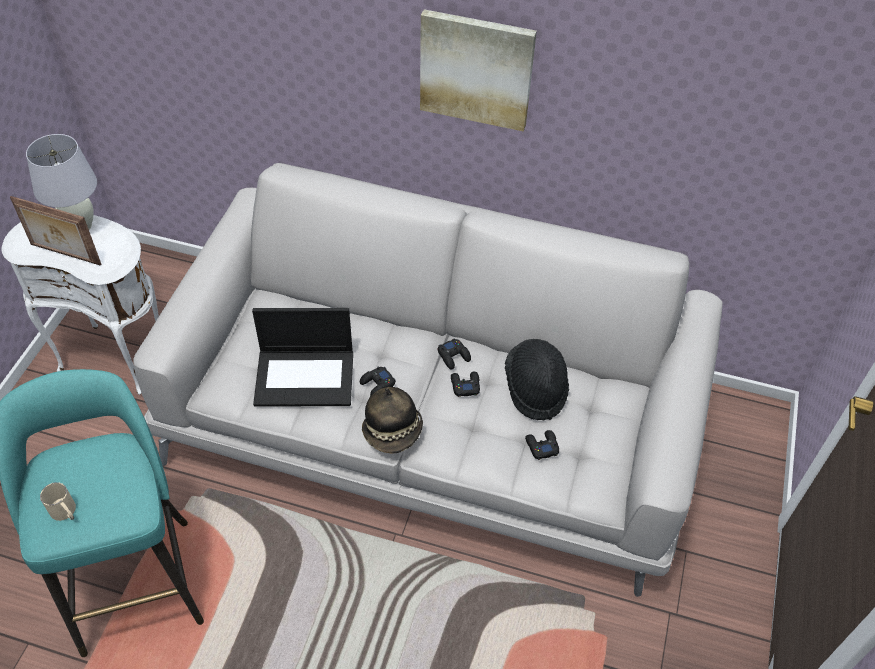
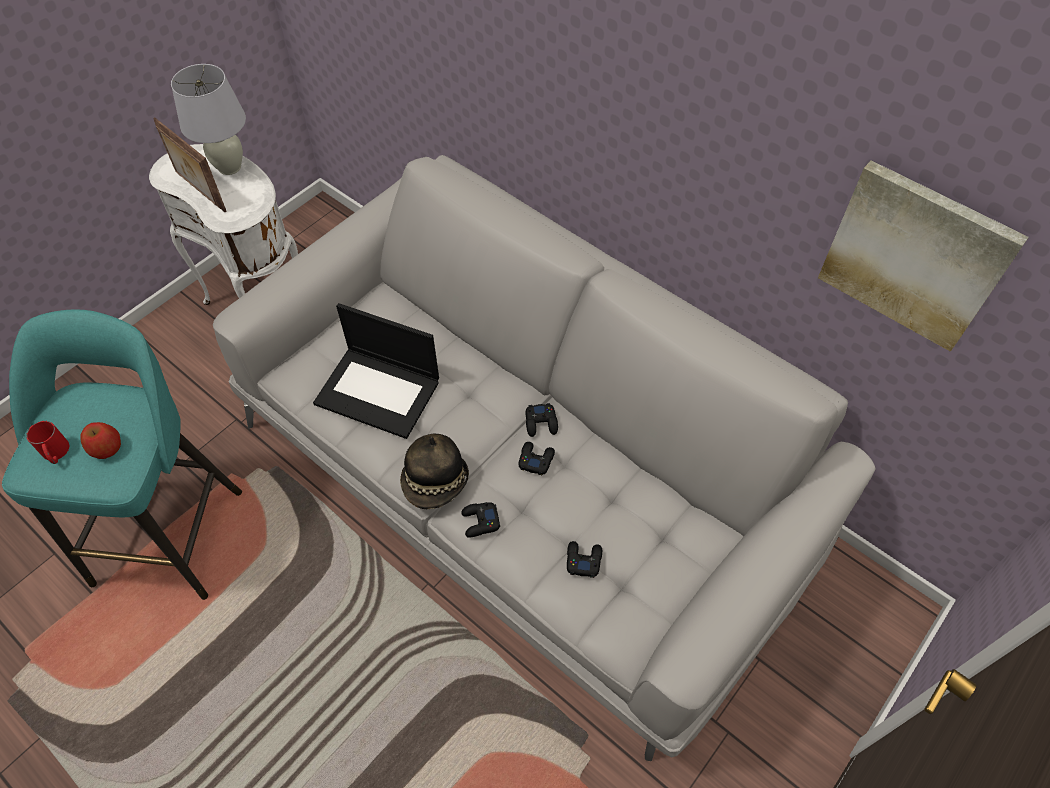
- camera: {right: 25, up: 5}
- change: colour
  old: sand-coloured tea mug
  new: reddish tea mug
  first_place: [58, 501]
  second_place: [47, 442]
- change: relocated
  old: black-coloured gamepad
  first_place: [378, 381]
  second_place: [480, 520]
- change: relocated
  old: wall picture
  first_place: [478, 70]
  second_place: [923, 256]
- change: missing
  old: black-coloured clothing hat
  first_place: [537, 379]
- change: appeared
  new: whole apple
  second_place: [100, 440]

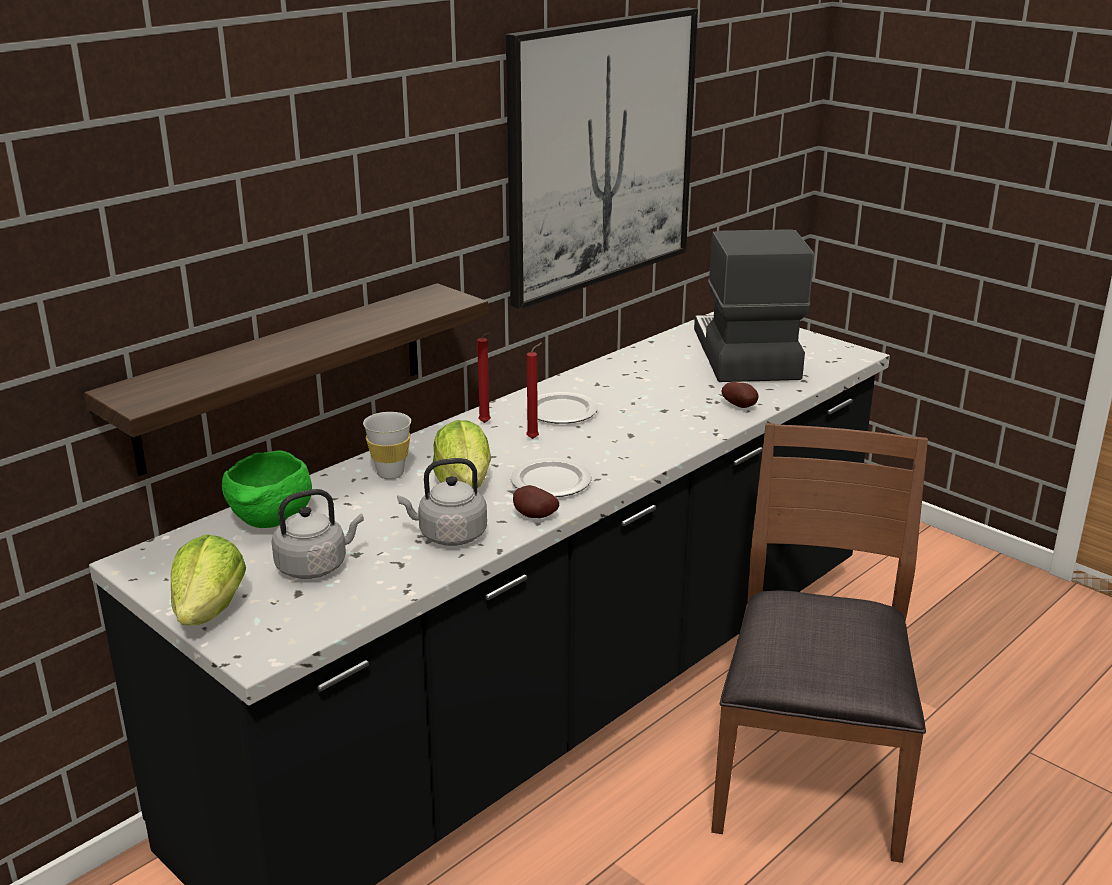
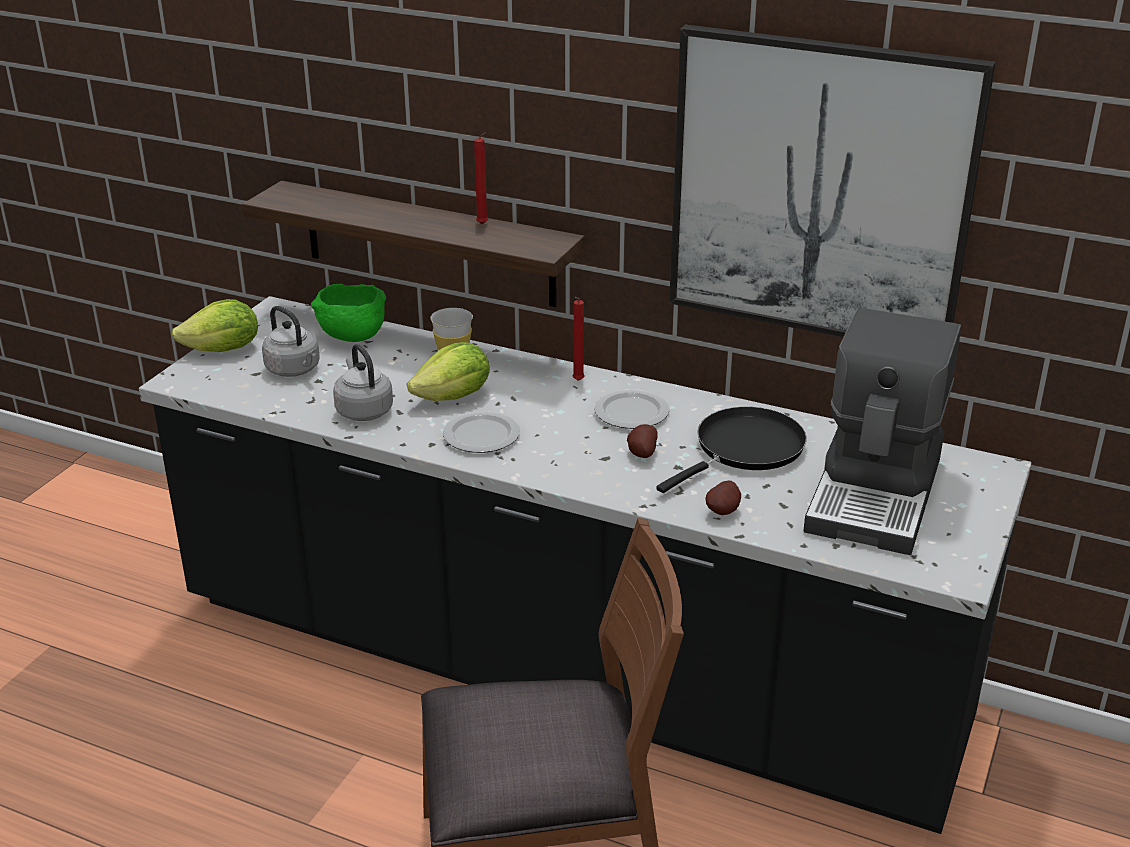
- camera: {right: 70, up: 5}
- change: relocated
  old: whole potato
  first_place: [536, 501]
  second_place: [642, 441]
- change: relocated
  old: reddish wax light
  first_place: [534, 391]
  second_place: [481, 178]
- change: spun
  old: coffee maker
  first_place: [754, 305]
  second_place: [882, 431]
  degrees: 135
- change: appeared
  new: black-coloured frying pan
  second_place: [731, 450]

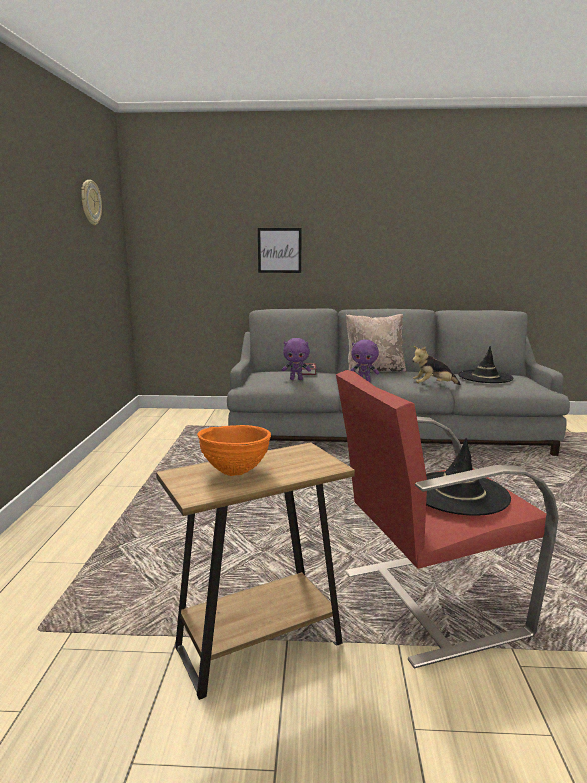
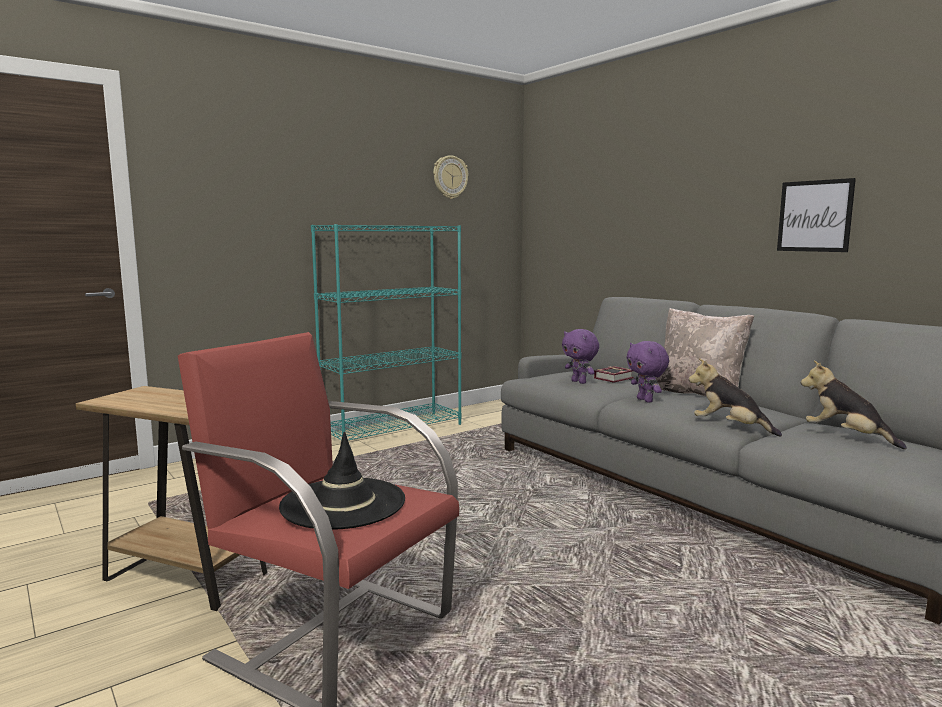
- camera: {right: 50, up: -5}
- change: missing
  old: orangey serving bowl
  first_place: [234, 450]
- change: relocated
  old: wall picture
  first_place: [280, 250]
  second_place: [816, 215]
- change: exchanged
  old: black-coloured clothing hat
  new: cuddly toy
  first_place: [486, 364]
  second_place: [854, 405]
- change: appeared
  new: blue-green bookcase
  second_place: [386, 332]

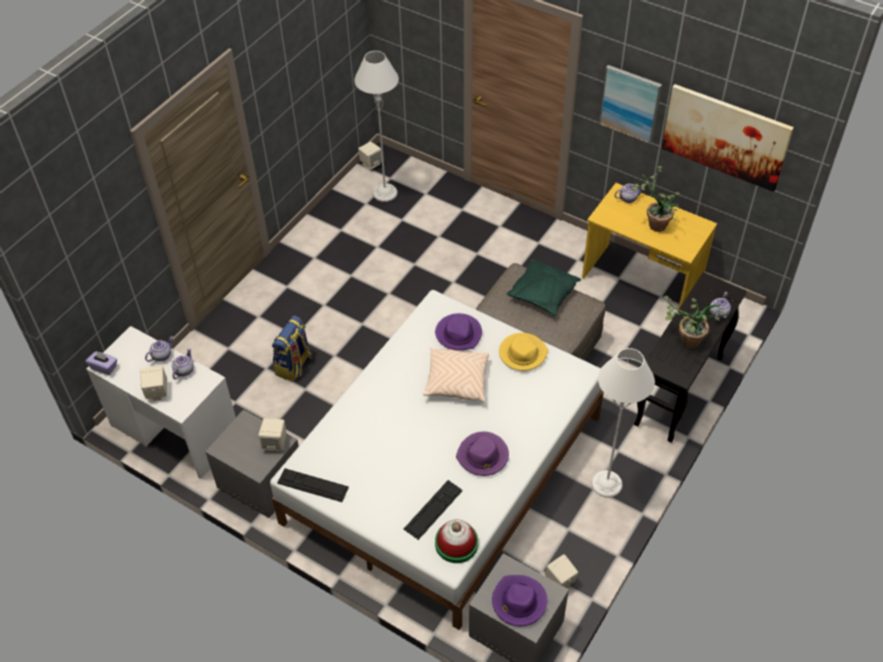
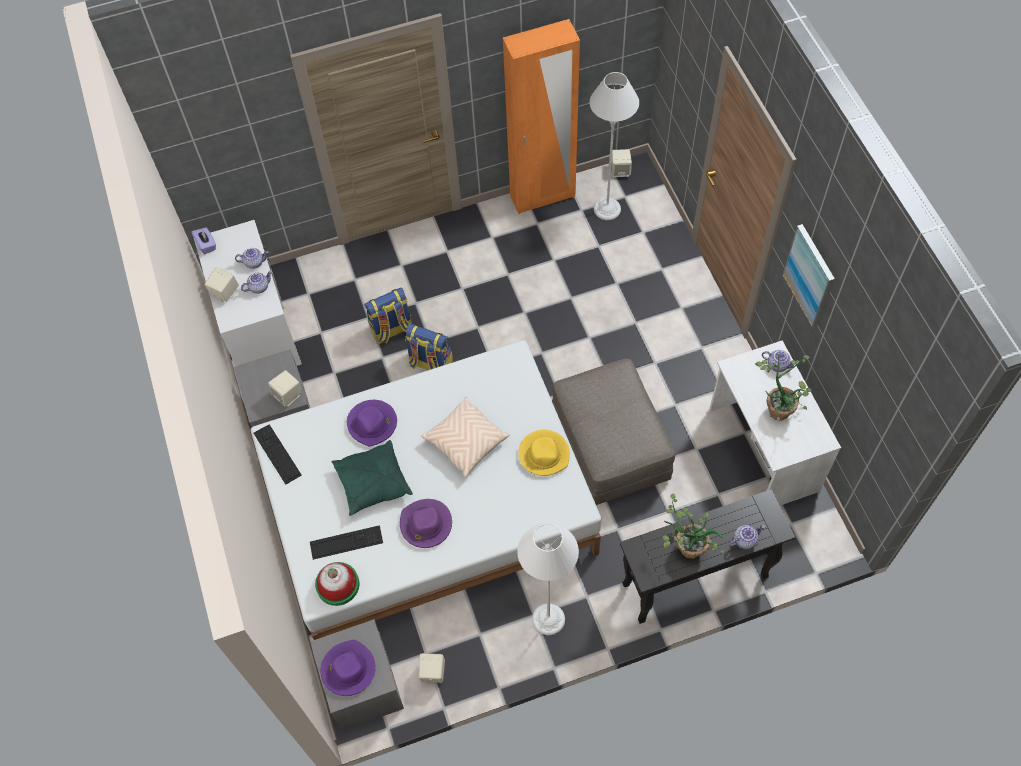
- camera: {right: 40, up: 10}
- change: relocated
  old: purplish clothing hat
  first_place: [458, 331]
  second_place: [372, 423]
- change: relocated
  old: green cushion
  first_place: [543, 287]
  second_place: [372, 478]
- change: colour
  old: yellow desk table
  new: white desk table
  first_place: [649, 246]
  second_place: [775, 423]
- change: missing
  old: wall picture
  first_place: [727, 138]
- change: appeared
  new: rucksack
  second_place: [429, 346]
- change: appeared
  new: orangey clothes cupboard
  second_place: [541, 116]

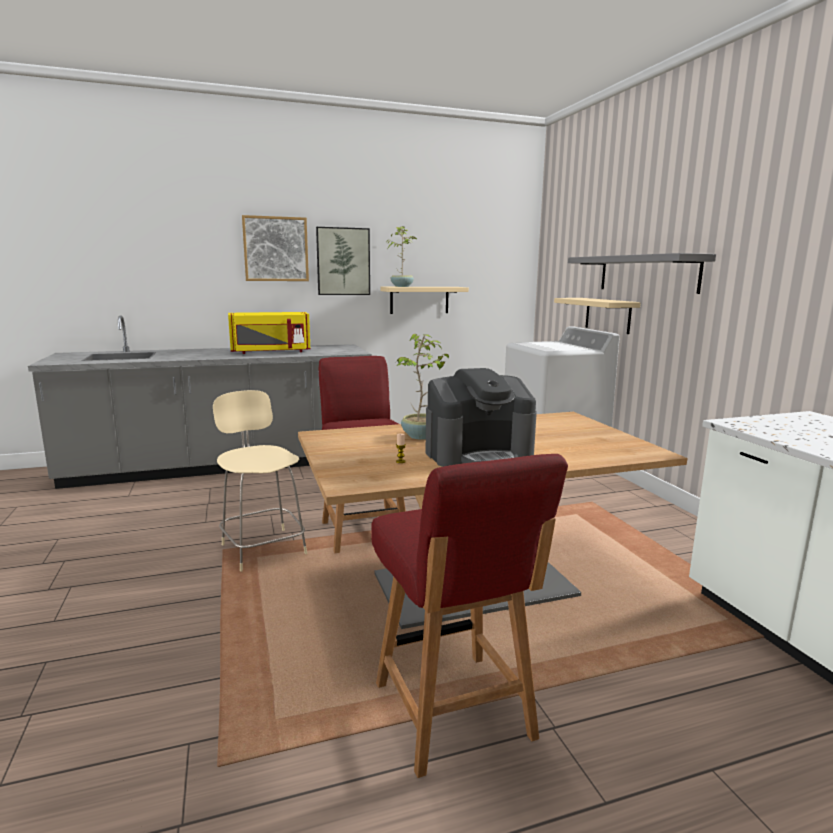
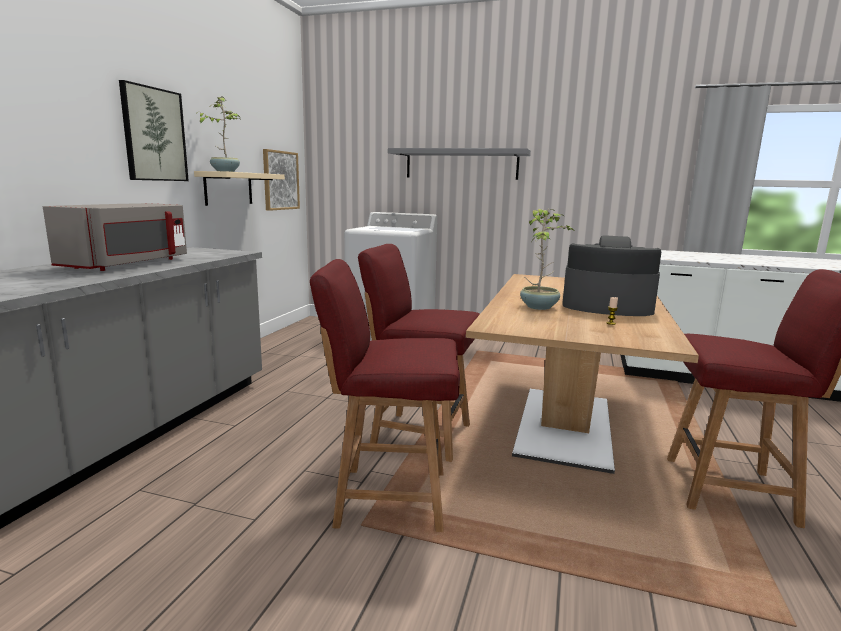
- camera: {right: -55, up: 0}
- change: exchanged
  old: sand-coloured sitting stool
  new: reddish upright chair
  first_place: [260, 481]
  second_place: [385, 395]
- change: colour
  old: yellow microwave oven
  new: grey microwave oven
  first_place: [269, 333]
  second_place: [115, 237]
- change: relocated
  old: wall picture
  first_place: [275, 248]
  second_place: [281, 180]
- change: spun
  old: coffee maker
  first_place: [481, 417]
  second_place: [611, 275]
  degrees: -90
- change: missing
  old: sand-coloured wall shelf
  first_place: [597, 316]

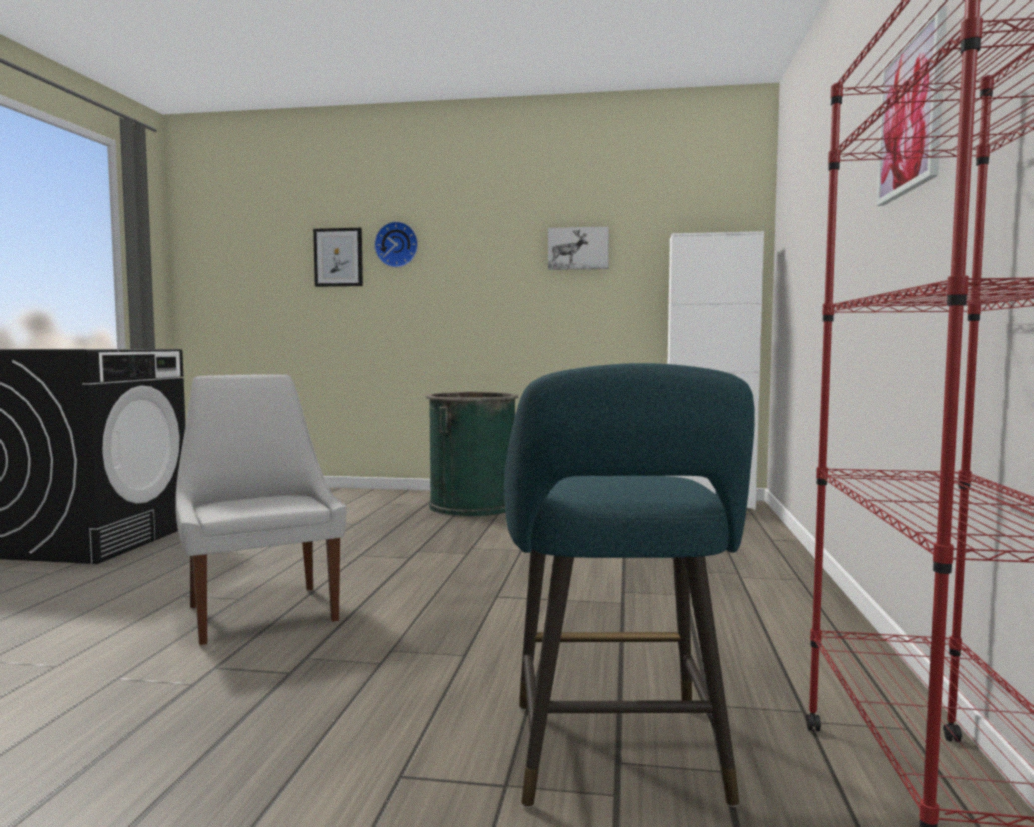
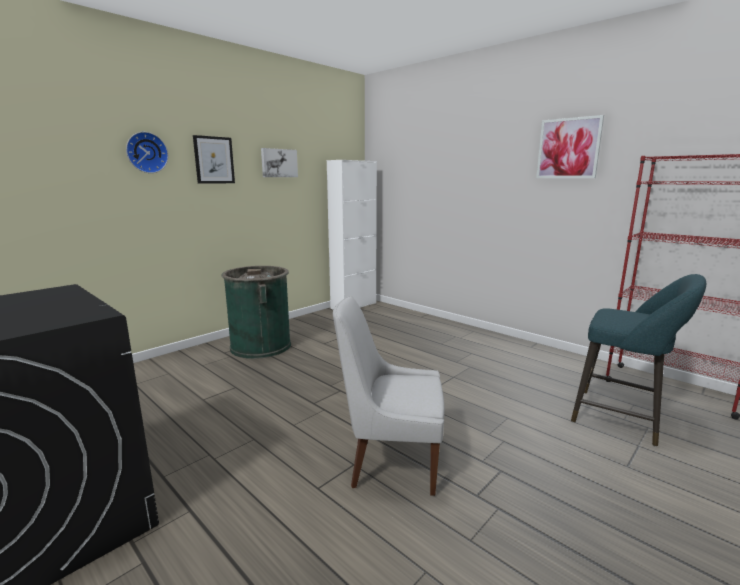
- camera: {right: -55, up: 10}
- change: relocated
  old: wall picture
  first_place: [338, 257]
  second_place: [214, 159]

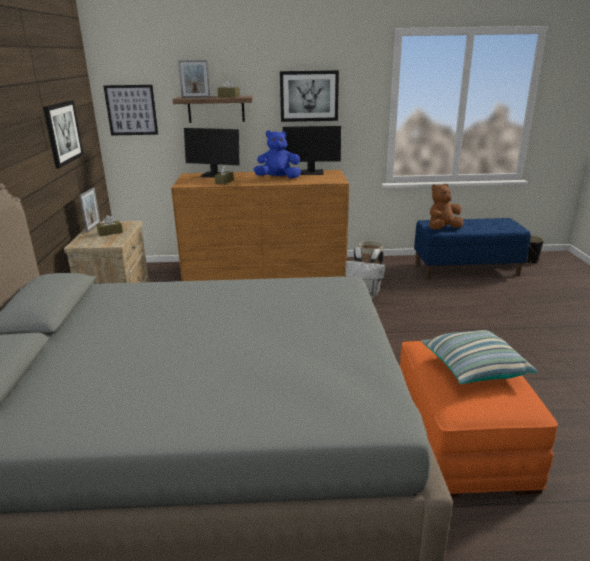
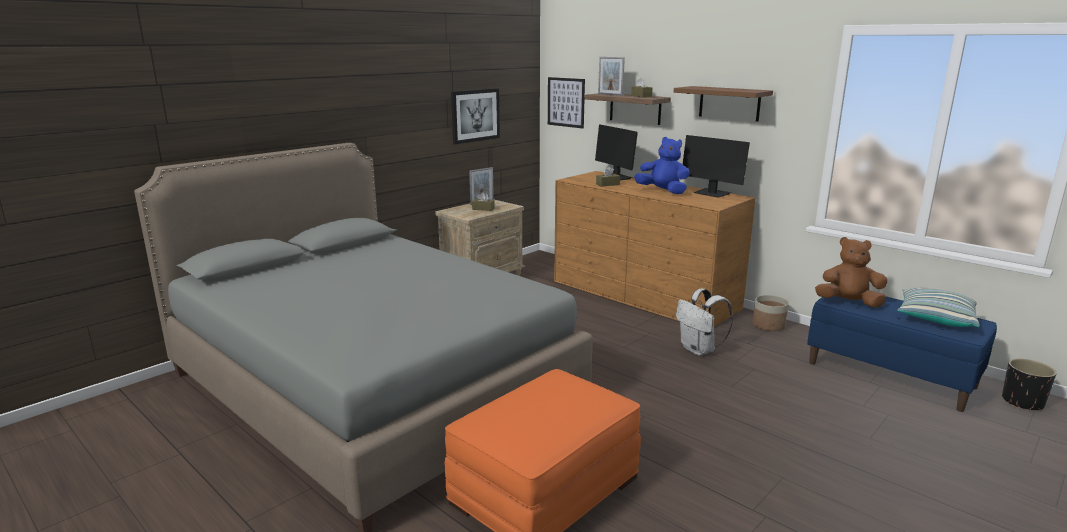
- camera: {right: 45, up: -5}
- change: exchanged
  old: wall picture
  new: brown wall shelf
  first_place: [309, 96]
  second_place: [723, 104]
- change: relocated
  old: cushion
  first_place: [479, 357]
  second_place: [938, 307]

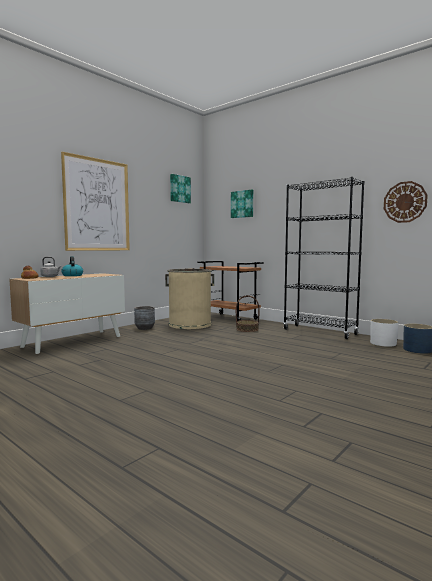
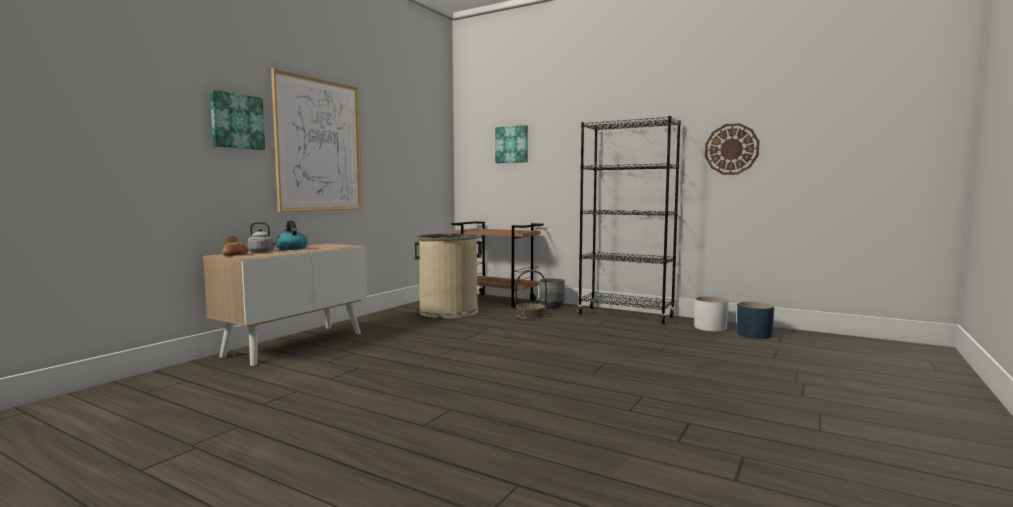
- camera: {right: -10, up: 0}
- change: relocated
  old: grey plant pot
  first_place: [144, 318]
  second_place: [552, 293]
- change: relocated
  old: wall picture
  first_place: [180, 188]
  second_place: [237, 120]

